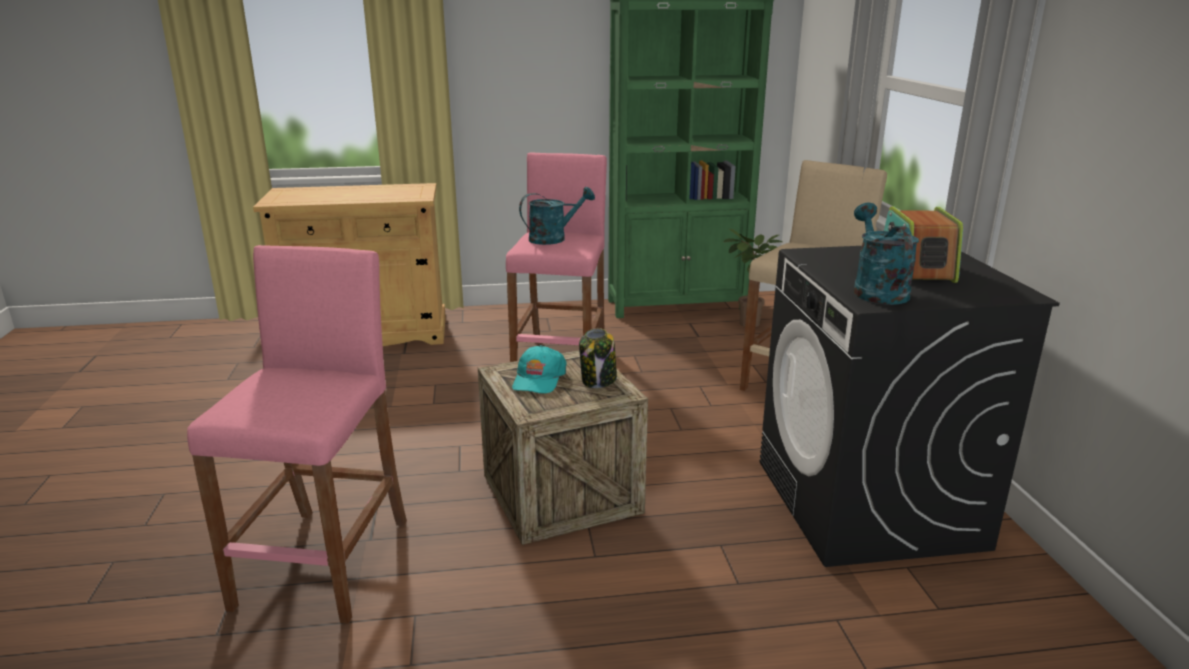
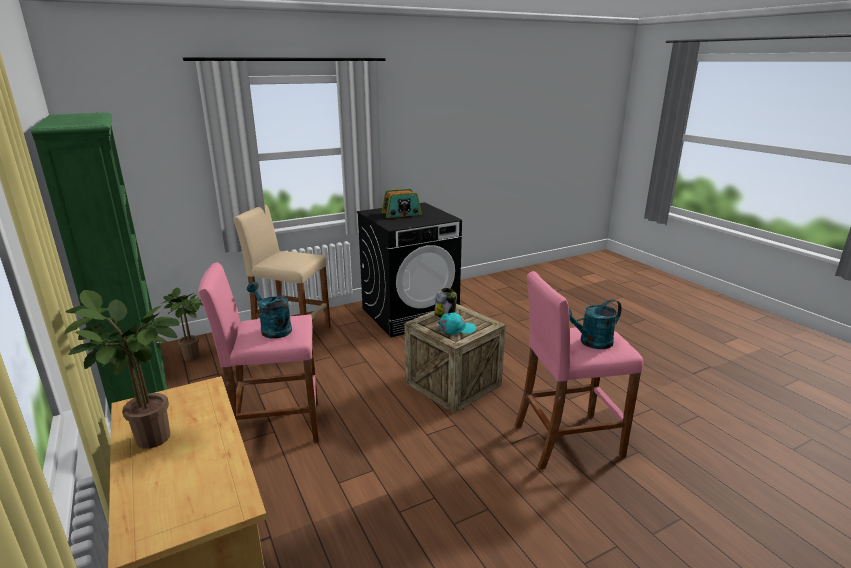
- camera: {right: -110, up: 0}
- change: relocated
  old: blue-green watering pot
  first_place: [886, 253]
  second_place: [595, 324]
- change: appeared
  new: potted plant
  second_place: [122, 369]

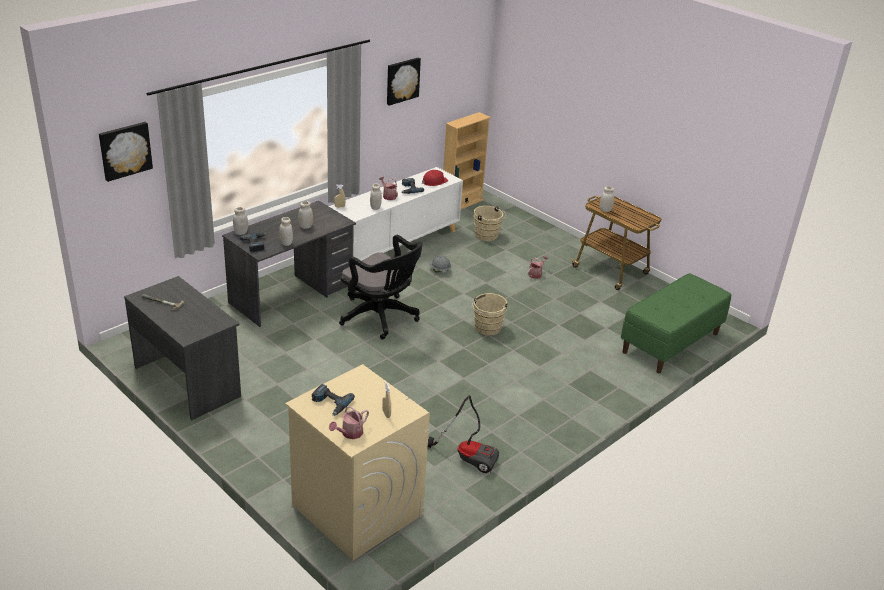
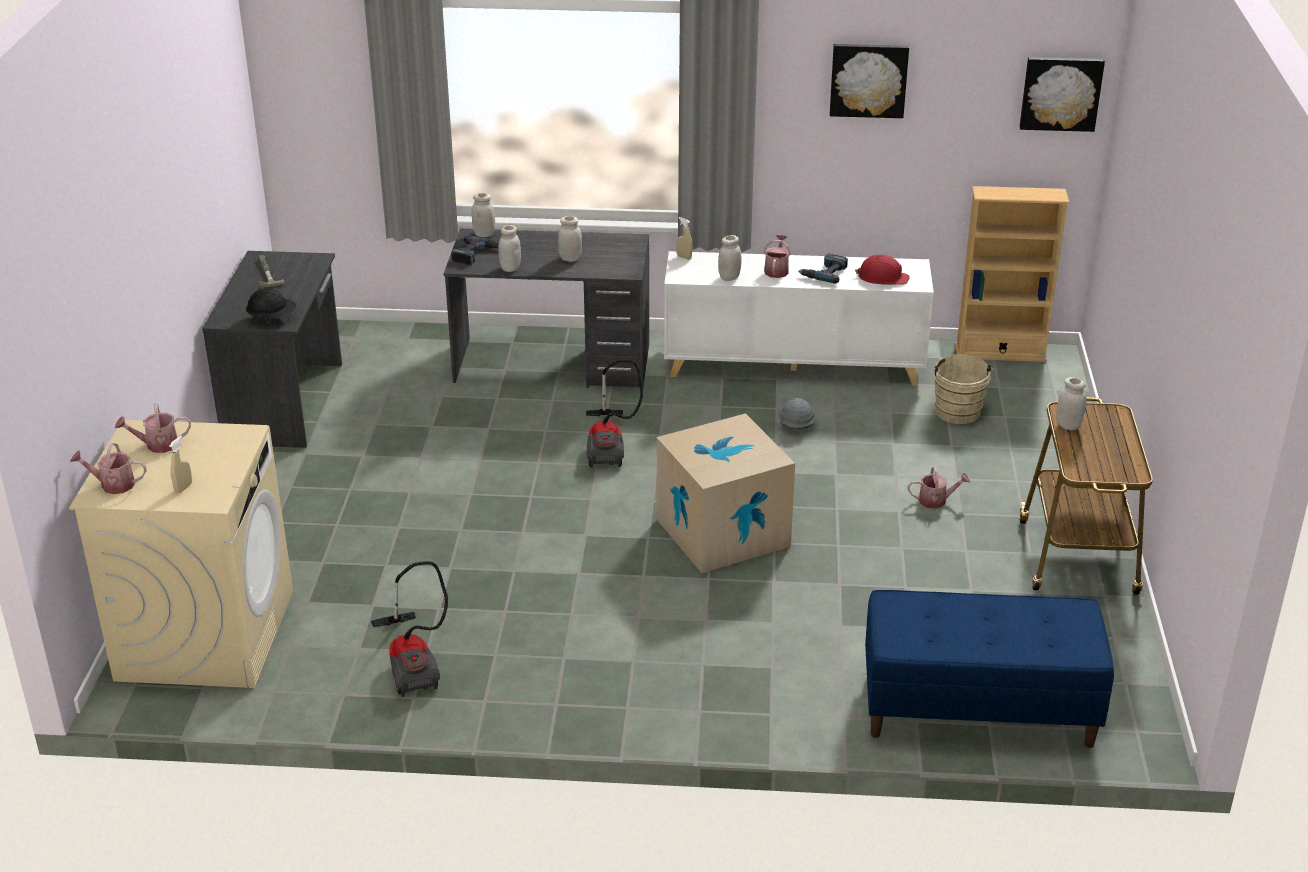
- camera: {right: 50, up: 0}
- change: relocated
  old: wall picture
  first_place: [126, 152]
  second_place: [1062, 94]
- change: exchanged
  old: power drill
  new: watering pot
  first_place: [333, 400]
  second_place: [153, 428]
- change: exchanged
  old: black-coloured desk chair
  new: vacuum cleaner
  first_place: [381, 287]
  second_place: [614, 413]
- change: exchanged
  old: sand-coloured water bucket
  new: cardboard box
  first_place: [490, 314]
  second_place: [726, 493]
- change: colour
  old: green bench
  new: bluish bench
  first_place: [676, 323]
  second_place: [989, 669]
- change: appeared
  new: black-coloured safety helmet
  second_place: [271, 305]

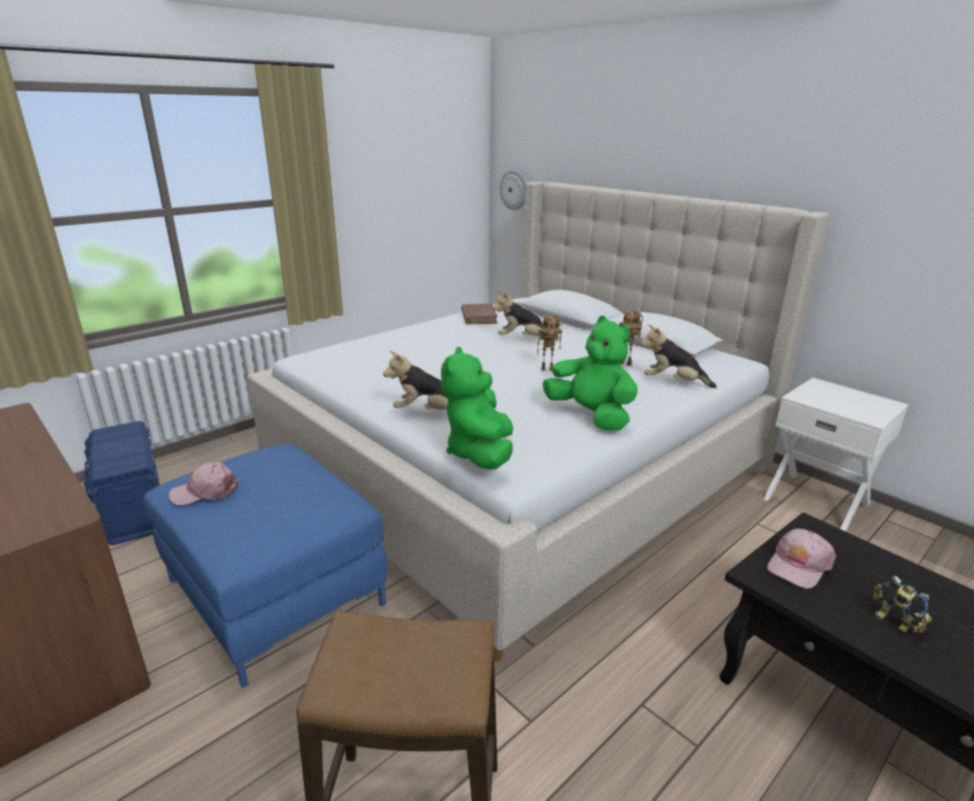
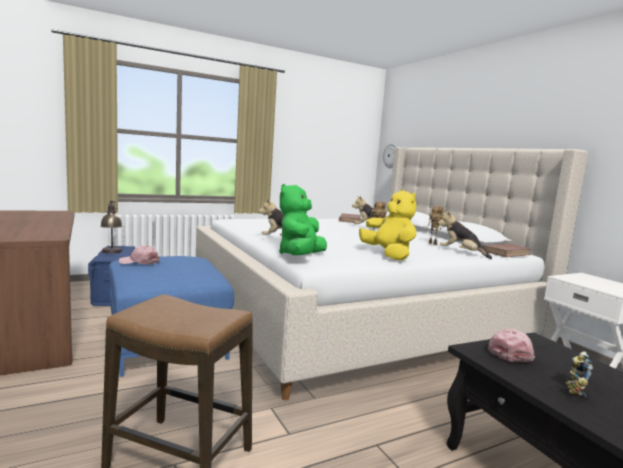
- camera: {right: 15, up: -15}
- change: colour
  old: green cuddly toy
  new: yellow cuddly toy
  first_place: [590, 373]
  second_place: [387, 224]
- change: spun
  old: pinkish peaked cap
  first_place: [801, 559]
  second_place: [511, 345]
  degrees: 150
- change: spun
  old: robot figure
  first_place: [902, 604]
  second_place: [579, 374]
  degrees: 45
- change: appeared
  new: tabletop lamp
  second_place: [111, 227]
- change: appeared
  new: brown volume
  second_place: [507, 250]

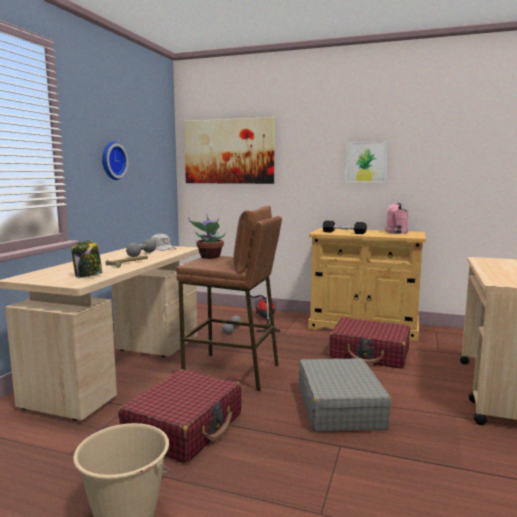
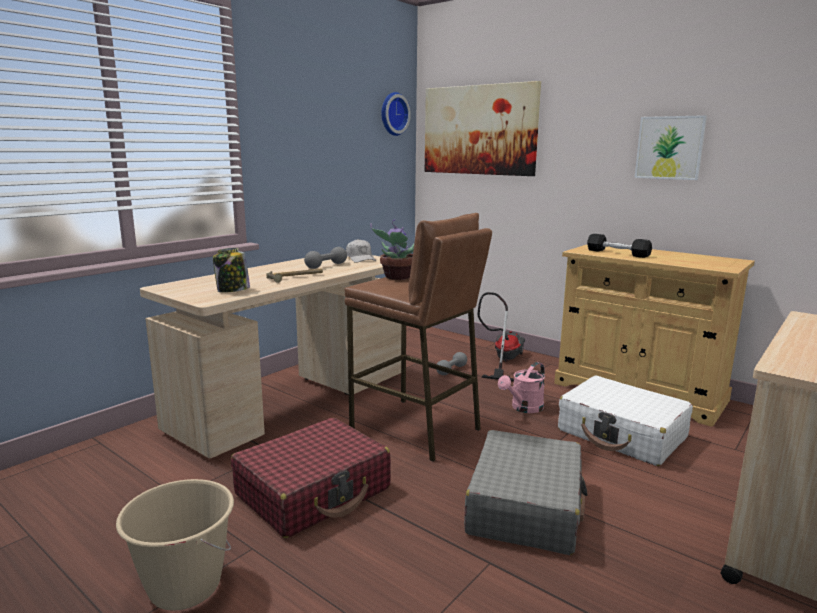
- camera: {right: 20, up: 5}
- change: relocated
  old: wall clock
  first_place: [115, 160]
  second_place: [396, 114]
- change: colour
  old: reddish piece of luggage
  new: white piece of luggage
  first_place: [369, 343]
  second_place: [625, 420]
- change: relocated
  old: pinkish watering pot
  first_place: [397, 218]
  second_place: [521, 387]

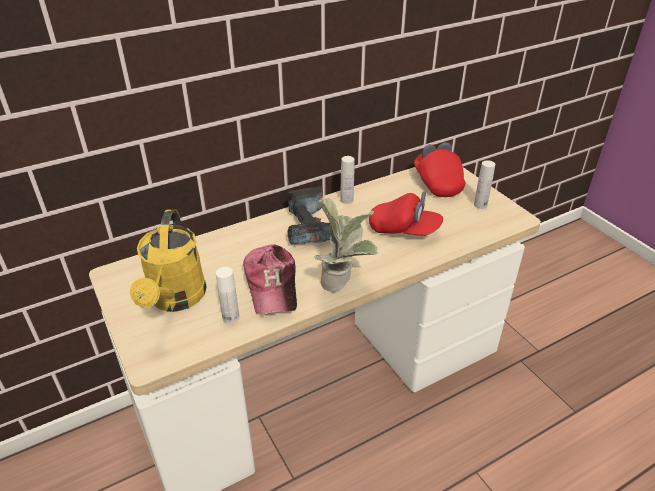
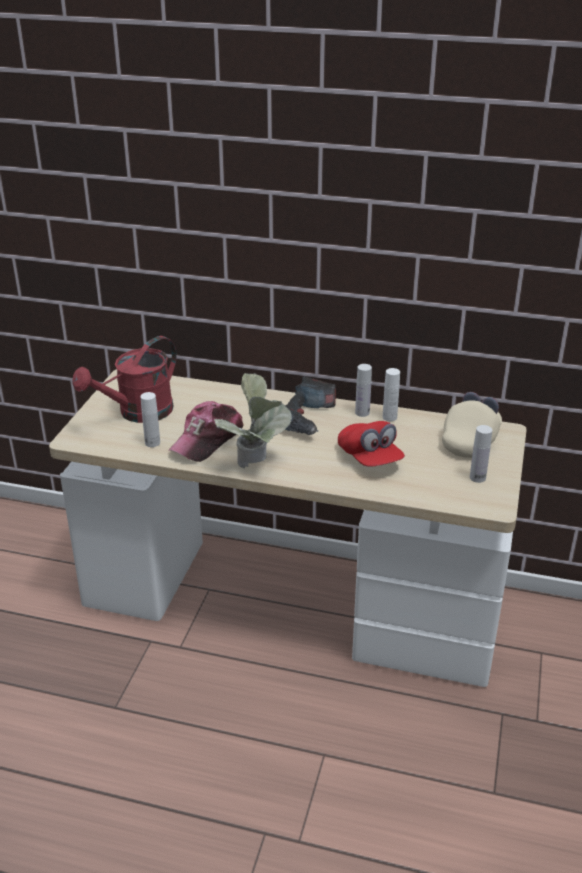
- camera: {right: 45, up: -5}
- change: colour
  old: yellow watering pot
  new: reddish watering pot
  first_place: [168, 260]
  second_place: [124, 379]
- change: colour
  old: reddish peaked cap
  new: sand-coloured peaked cap
  first_place: [439, 169]
  second_place: [472, 425]
- change: appeared
  new: white drink bottle
  second_place: [391, 394]

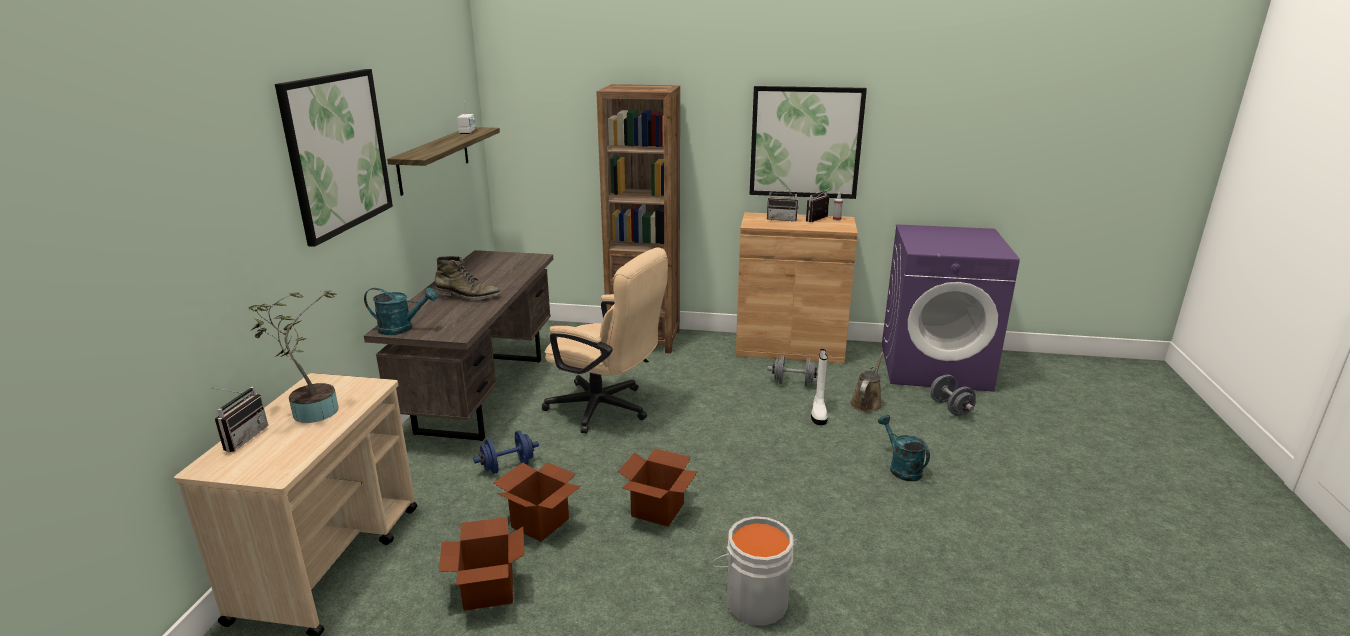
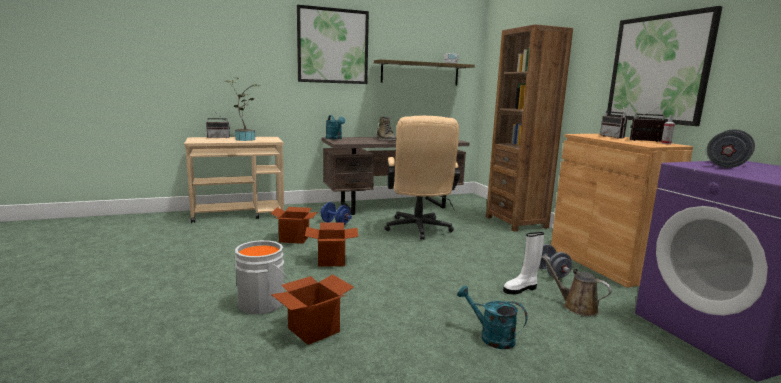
- camera: {right: 60, up: -10}
- change: relocated
  old: cardboard box
  first_place: [481, 564]
  second_place: [312, 309]
- change: spun
  old: brown watering pot
  first_place: [866, 382]
  second_place: [577, 286]
  degrees: -135
- change: spun
  old: blue-green watering pot
  first_place: [904, 448]
  second_place: [492, 317]
  degrees: -90
- change: relocated
  old: grey free weight
  first_place: [953, 395]
  second_place: [731, 148]

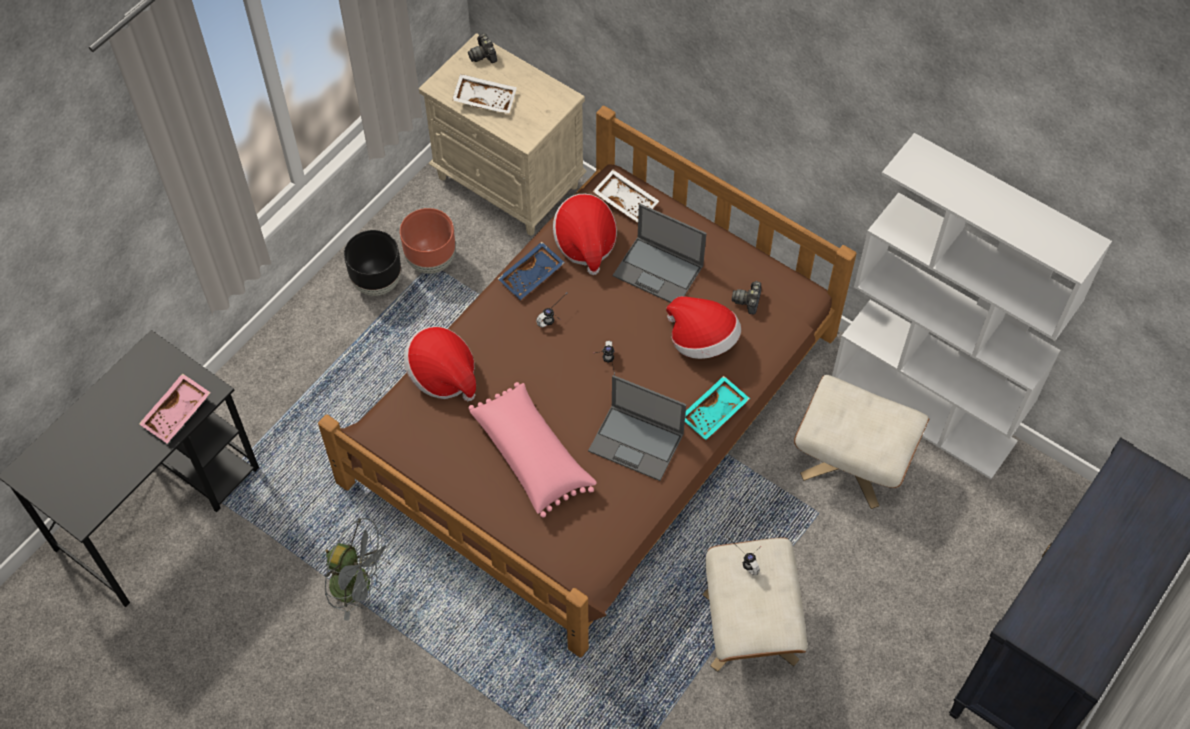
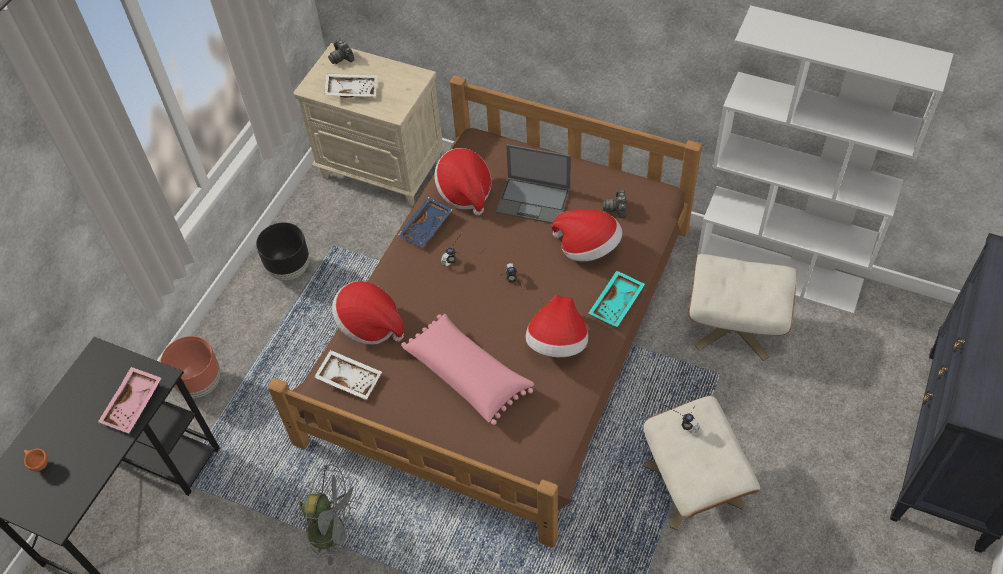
- camera: {right: -10, up: -5}
- change: relocated
  old: brown plant pot
  first_place: [428, 241]
  second_place: [190, 367]
- change: exchanged
  old: notebook computer
  new: clothing hat
  first_place: [637, 428]
  second_place: [557, 326]
- change: relocated
  old: white serving tray
  first_place: [626, 196]
  second_place: [348, 375]
- change: appeared
  new: orangey drinking cup
  second_place: [36, 460]

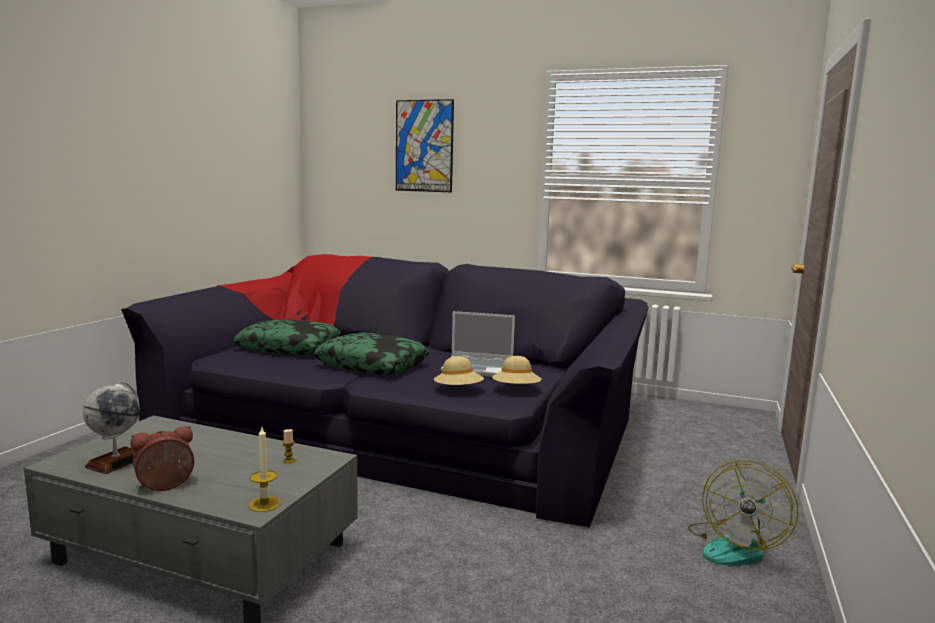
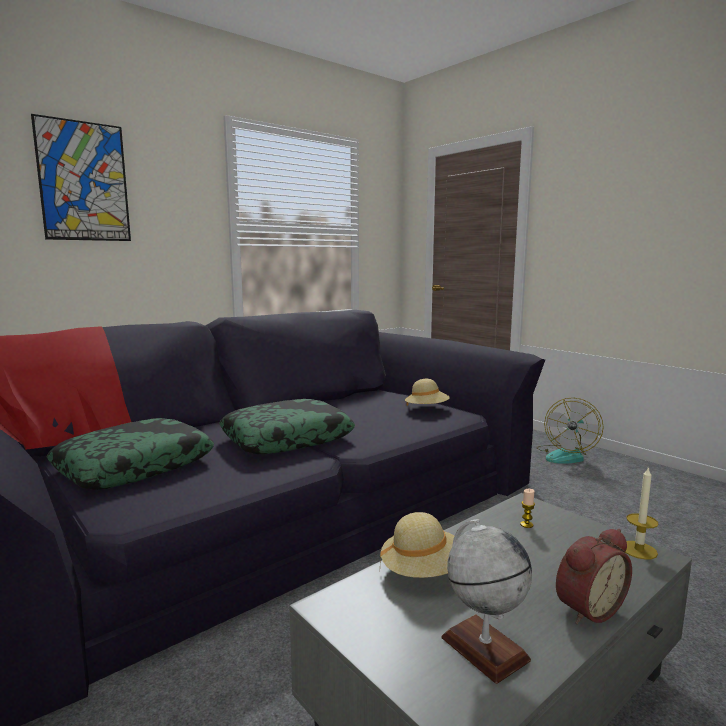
- camera: {right: -60, up: 0}
- change: spun
  old: alarm clock
  first_place: [162, 458]
  second_place: [594, 576]
  degrees: -120
- change: relocated
  old: sand-coloured clothing hat
  first_place: [459, 370]
  second_place: [417, 545]
- change: missing
  old: notebook computer
  first_place: [478, 344]
- change: spun
  old: fan
  first_place: [743, 513]
  second_place: [570, 431]
  degrees: 60

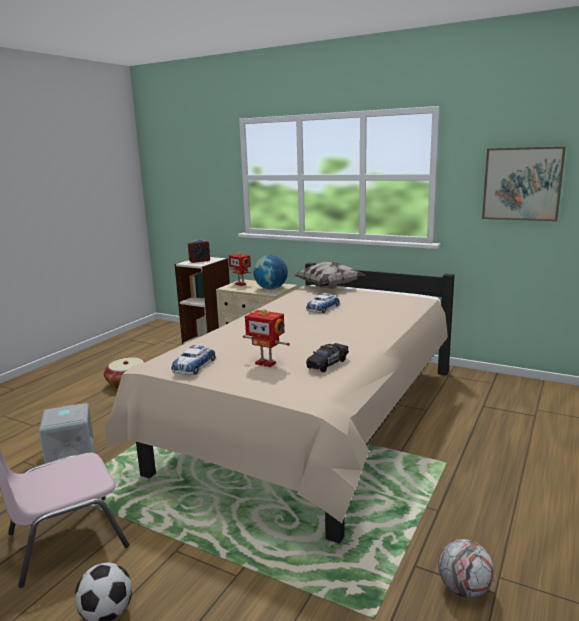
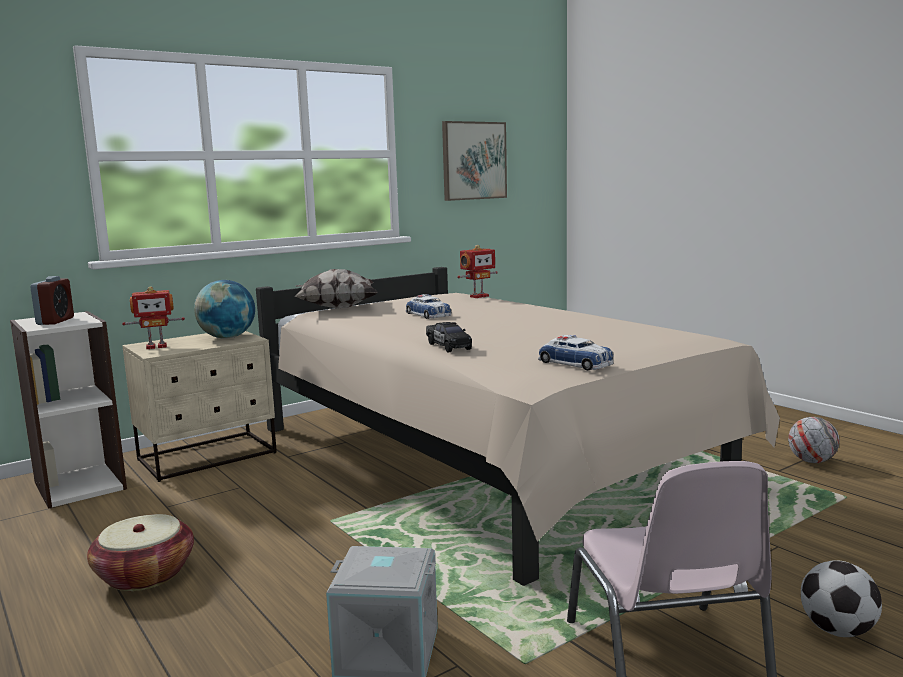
- camera: {right: -65, up: -5}
- change: relocated
  old: robot figure
  first_place: [266, 338]
  second_place: [477, 271]
- change: relocated
  old: black-coloured toy car
  first_place: [327, 357]
  second_place: [449, 337]

